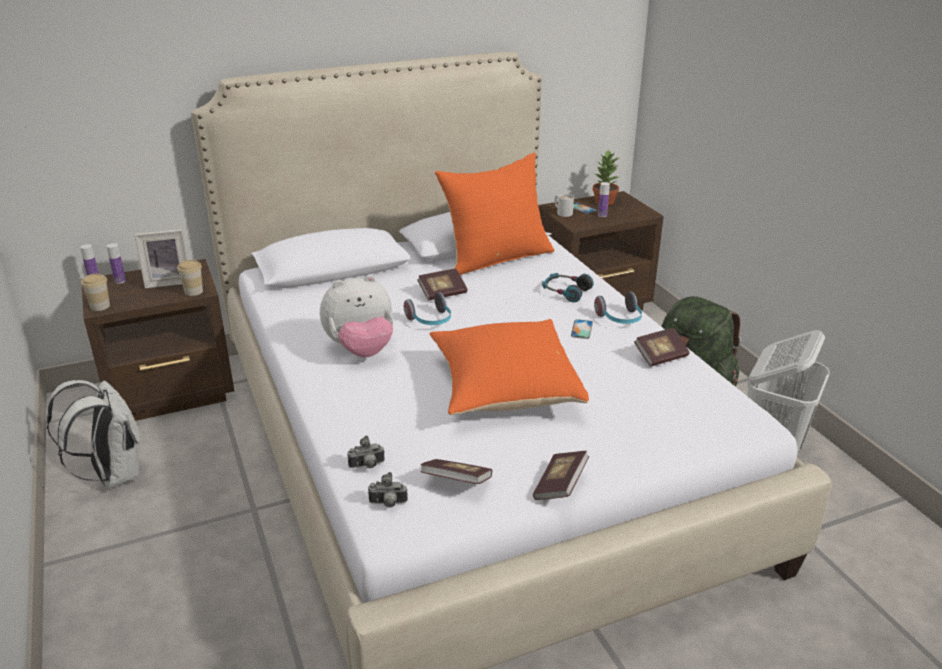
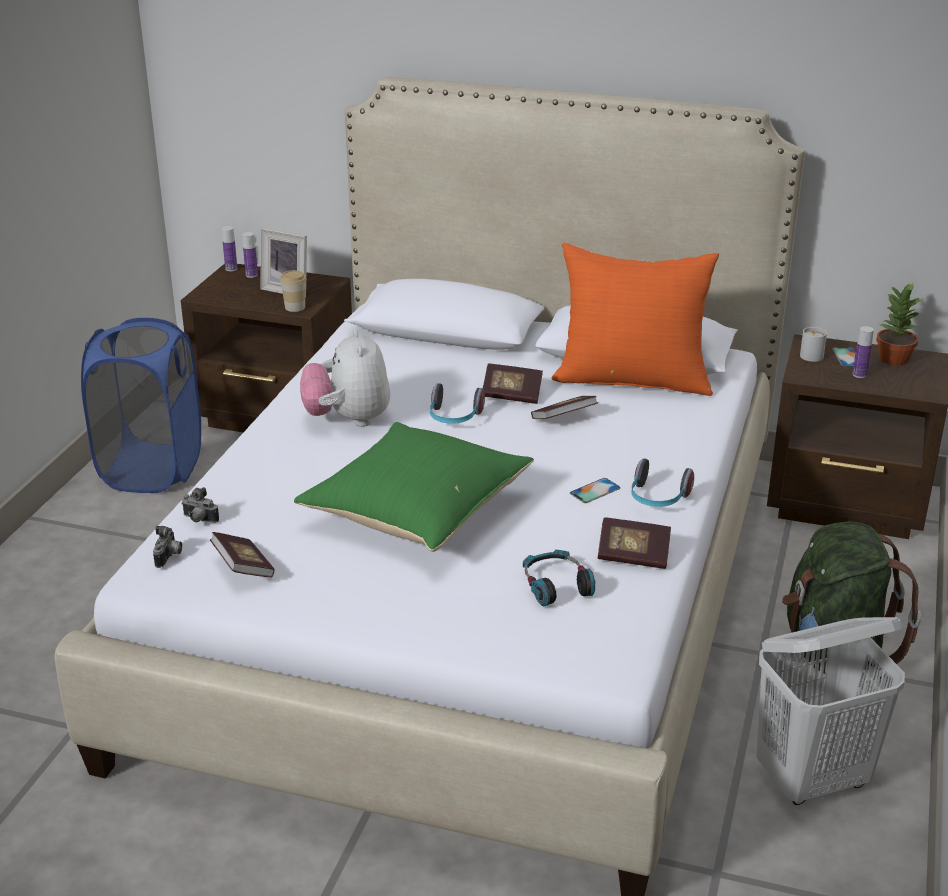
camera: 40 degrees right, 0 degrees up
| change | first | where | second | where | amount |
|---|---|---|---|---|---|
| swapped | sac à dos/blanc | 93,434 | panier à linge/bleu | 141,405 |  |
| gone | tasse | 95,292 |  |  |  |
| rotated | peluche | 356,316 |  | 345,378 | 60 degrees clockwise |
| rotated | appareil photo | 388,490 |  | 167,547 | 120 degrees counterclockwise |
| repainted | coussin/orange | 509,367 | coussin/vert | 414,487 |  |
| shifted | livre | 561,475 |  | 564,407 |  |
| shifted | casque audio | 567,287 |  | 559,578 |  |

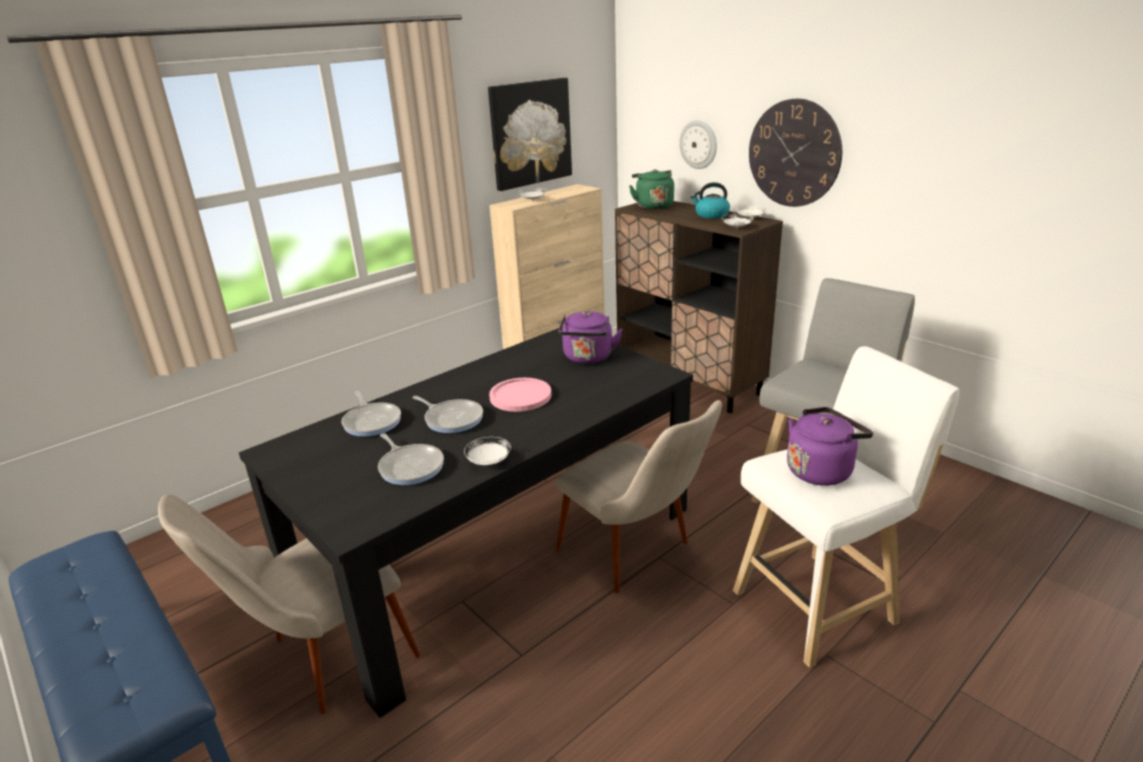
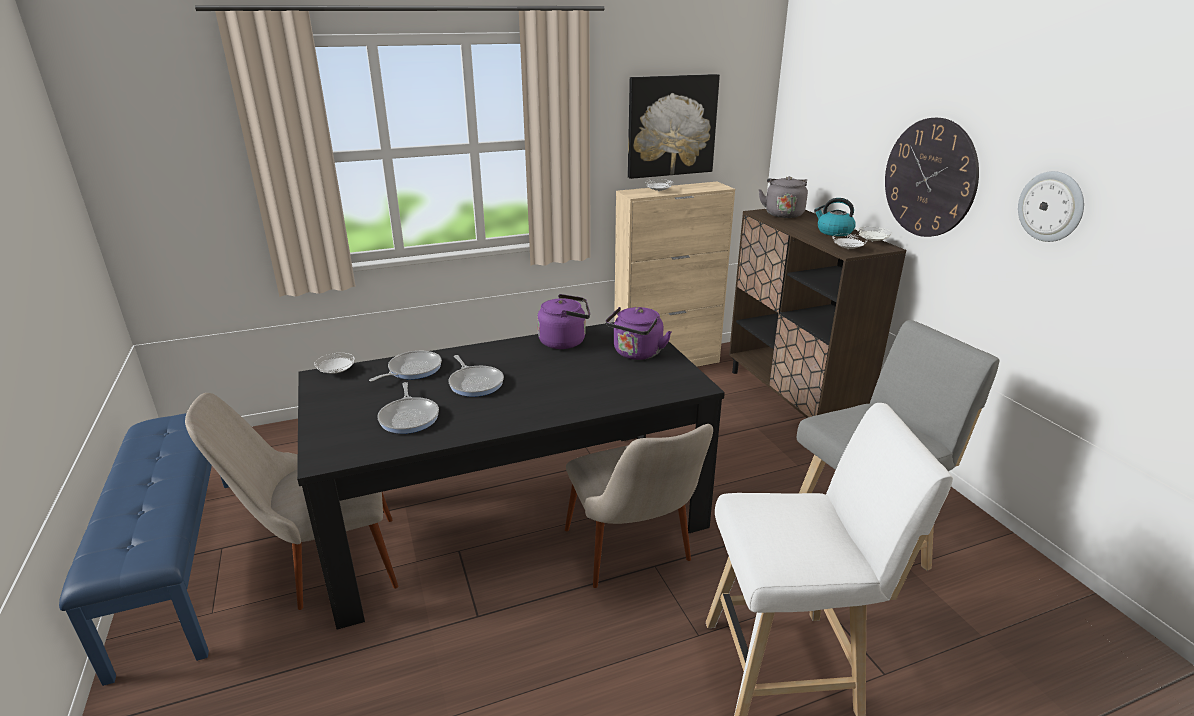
camera: 20 degrees right, 0 degrees up
| change | first | where | second | where | amount |
|---|---|---|---|---|---|
| rotated | poêle | 371,414 |  | 405,366 | 135 degrees counterclockwise |
| shifted | assiette/blanc | 487,451 |  | 334,363 |  |
| gone | assiette/rose | 520,395 |  |  |  |
| repainted | bouilloire/vert | 651,189 | bouilloire/gris | 783,197 |  |
| shifted | horloge murale | 698,144 |  | 1051,206 |  |
| shifted | bouilloire/violet | 830,446 |  | 563,321 |  |

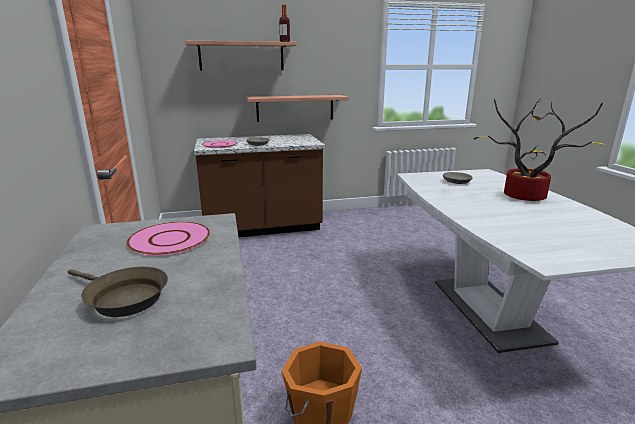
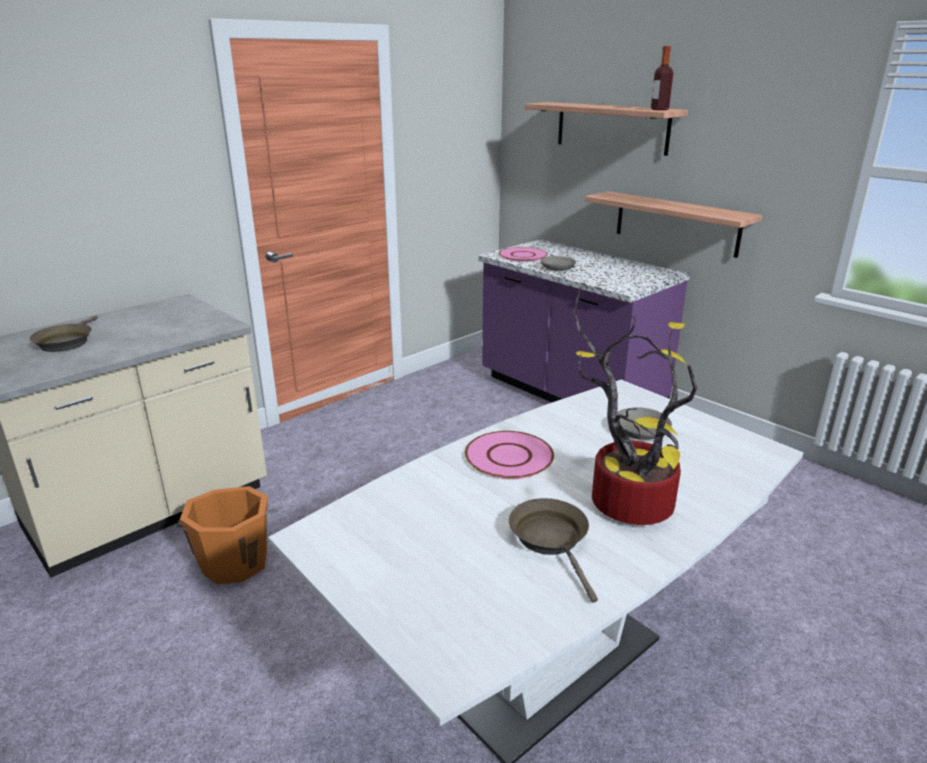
camera: 60 degrees right, 5 degrees up
| change | first | where | second | where | amount |
|---|---|---|---|---|---|
| shifted | assiette/rose | 168,239 |  | 509,455 |  |
| repainted | comptoir de cuisine/marron | 259,185 | comptoir de cuisine/violet | 584,320 |  |
| new |  |  | poêle/marron | 553,550 |  |

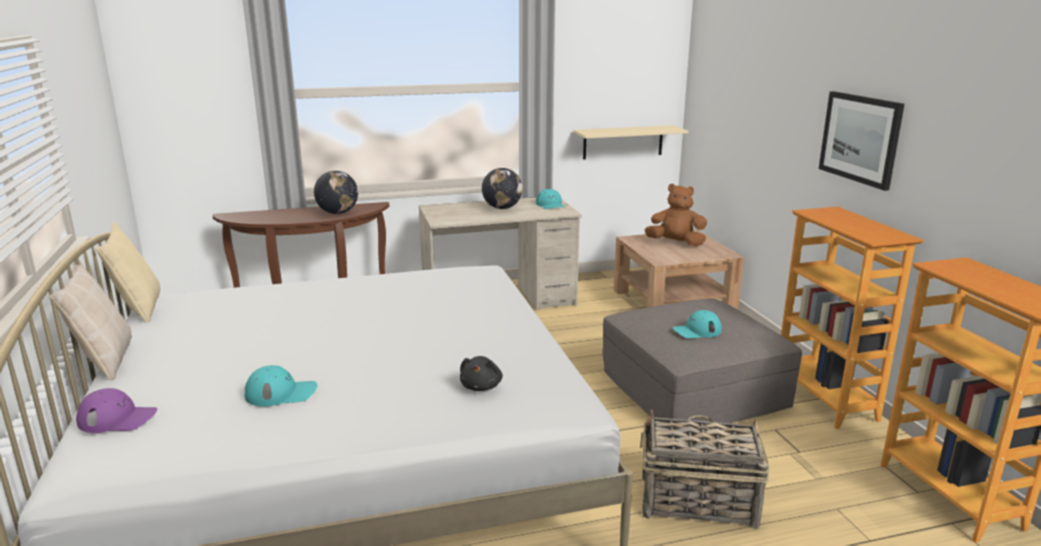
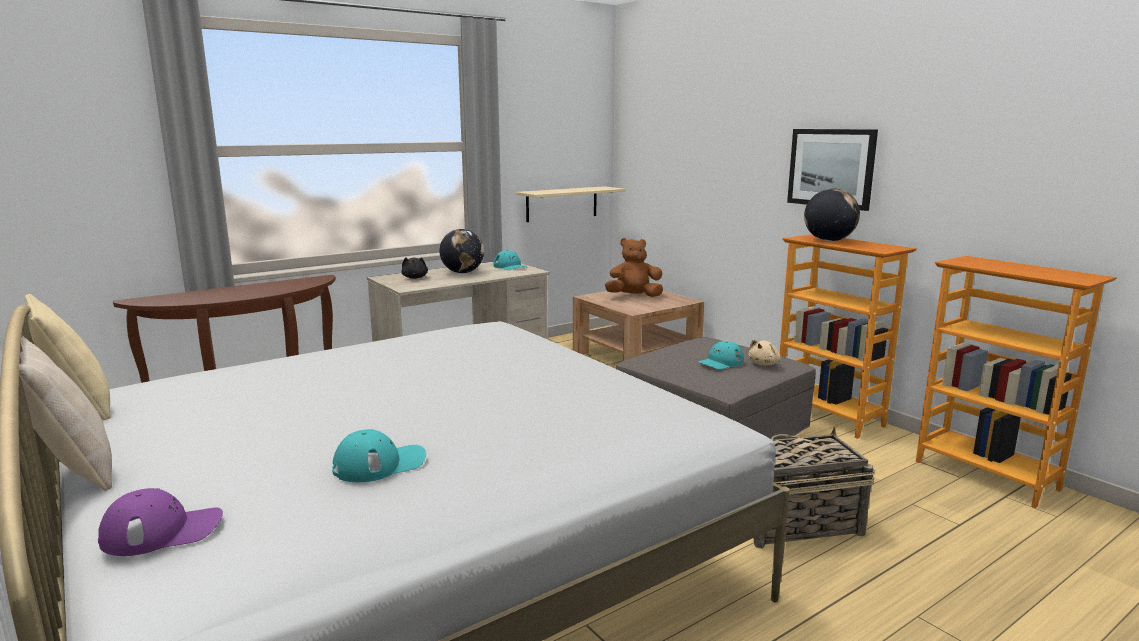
camera: 20 degrees left, 5 degrees down
| change | first | where | second | where | amount |
|---|---|---|---|---|---|
| shifted | globe | 336,192 |  | 832,214 |  |
| shifted | peluche/noir | 481,373 |  | 414,268 |  |
| new |  |  | peluche/beige | 764,352 |  |

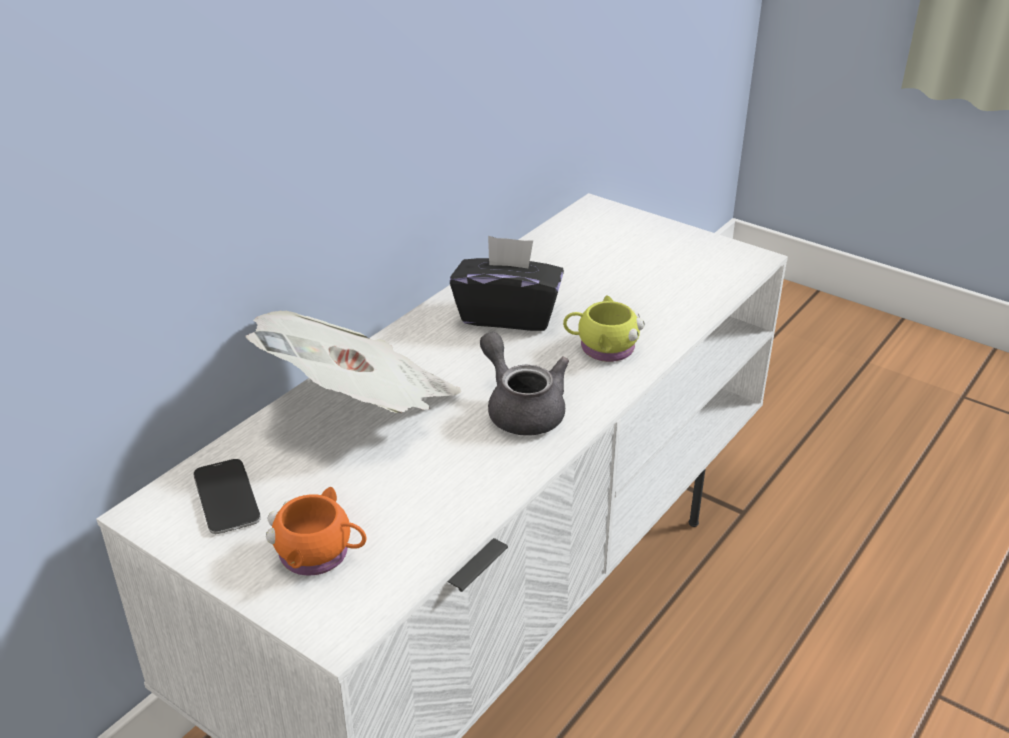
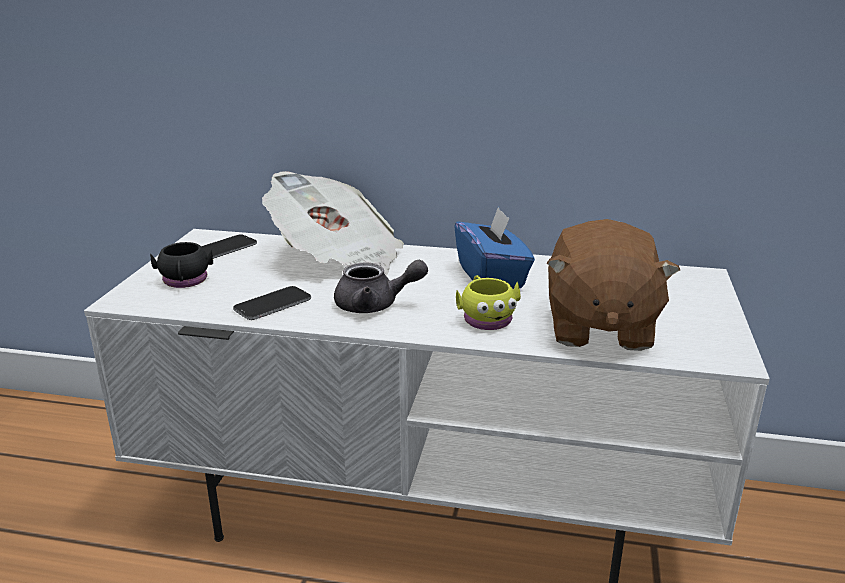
camera: 65 degrees right, 10 degrees down
| change | first | where | second | where | amount |
|---|---|---|---|---|---|
| repainted | mug/orange | 316,531 | mug/noir | 181,265 |  |
| repainted | boîte à mouchoirs/noir | 507,283 | boîte à mouchoirs/bleu | 494,247 |  |
| rotated | théière/gris | 524,384 |  | 381,286 | 60 degrees clockwise |
| new |  |  | téléphone | 272,303 |  |
| new |  |  | peluche/marron | 613,285 |  |

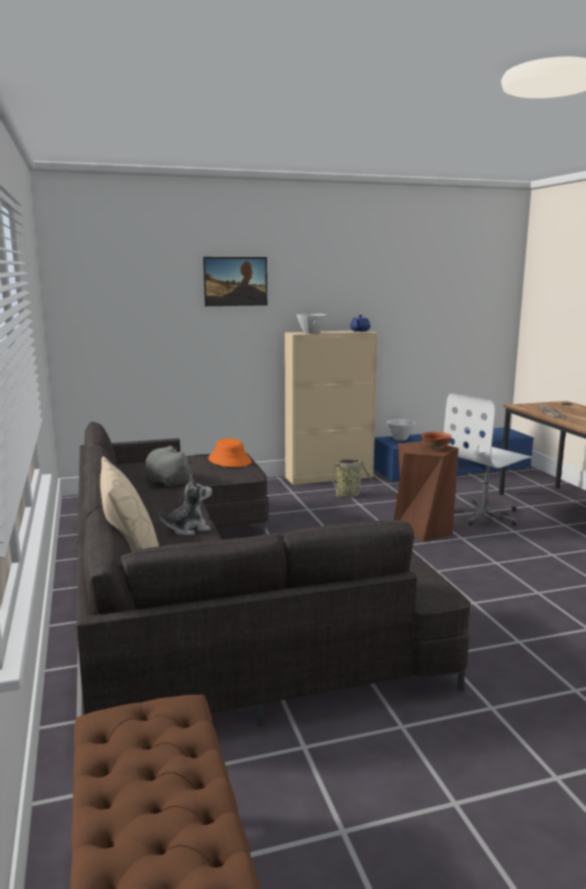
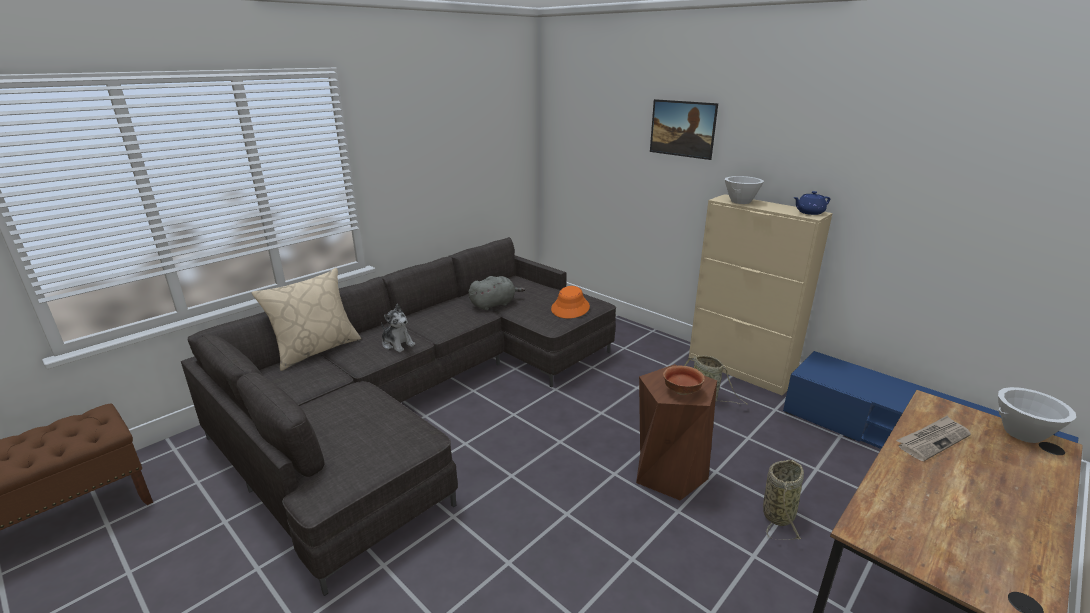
camera: 60 degrees right, 10 degrees up
| change | first | where | second | where | amount |
|---|---|---|---|---|---|
| rotated | peluche/gris | 169,466 |  | 497,293 | 45 degrees clockwise |
| shifted | bol/blanc | 401,429 |  | 1037,415 |  |
| swapped | chaise de bureau/blanc | 488,459 | panier | 783,500 |  |

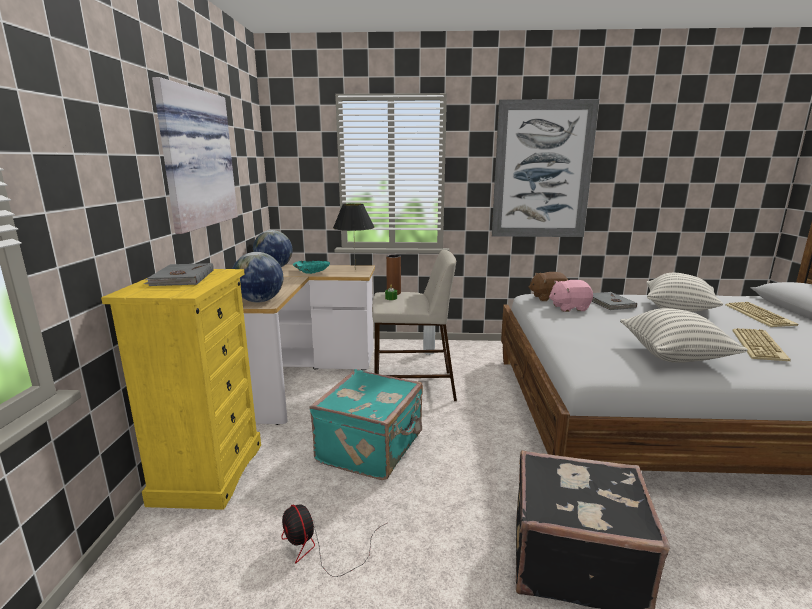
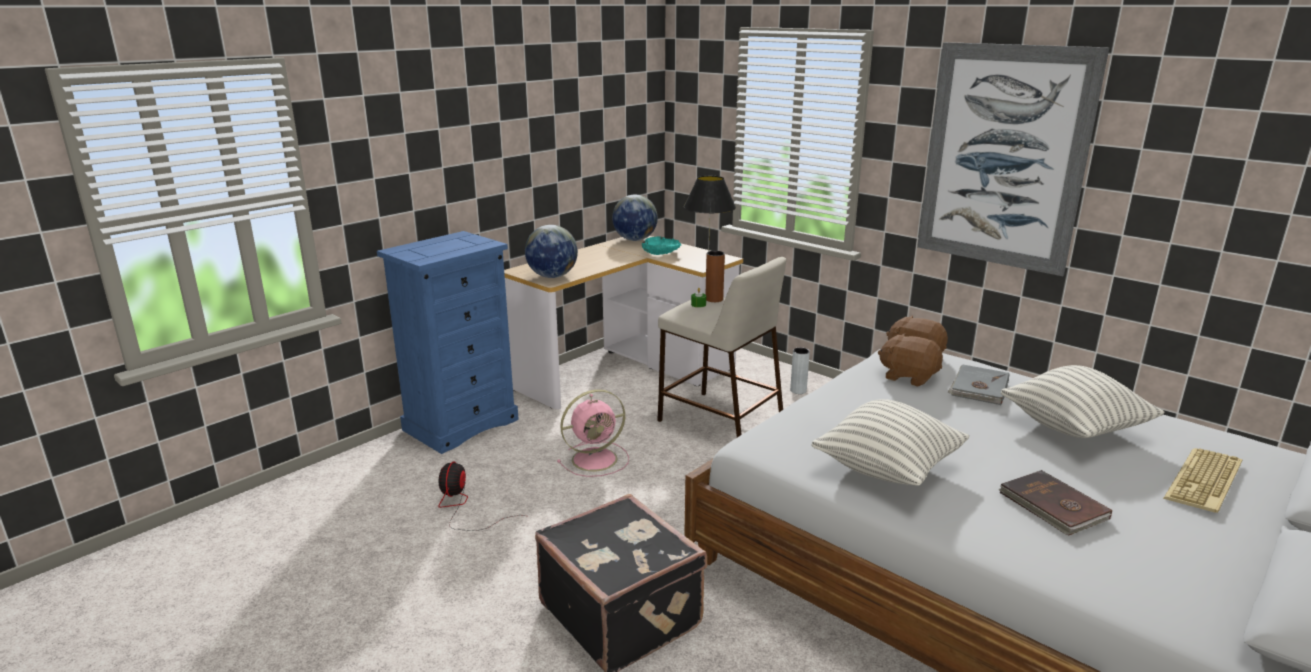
camera: 40 degrees right, 5 degrees up
| change | first | where | second | where | amount |
|---|---|---|---|---|---|
| repainted | commode/jaune | 181,389 | commode/bleu | 448,342 |  |
| gone | livre/gris | 179,274 |  |  |  |
| gone | tableau | 195,155 |  |  |  |
| swapped | valise/turquoise | 366,424 | ventilateur/rose | 593,433 |  |
| repainted | peluche/rose | 571,296 | peluche/marron | 910,360 |  |
| swapped | clavier | 761,344 | livre/marron | 1055,503 |  |

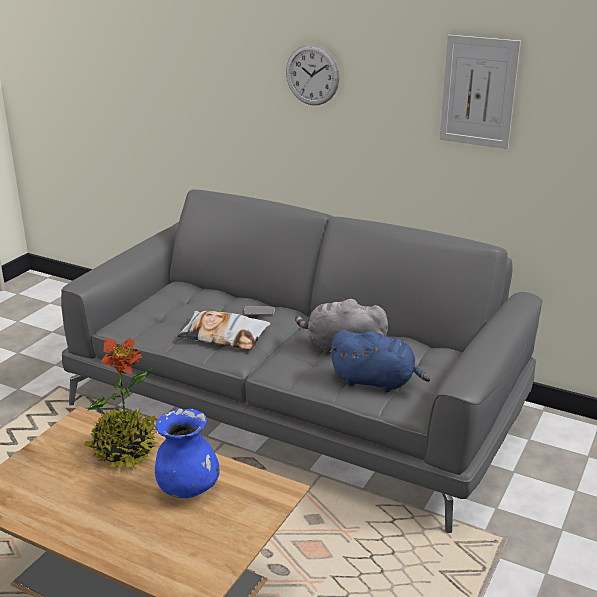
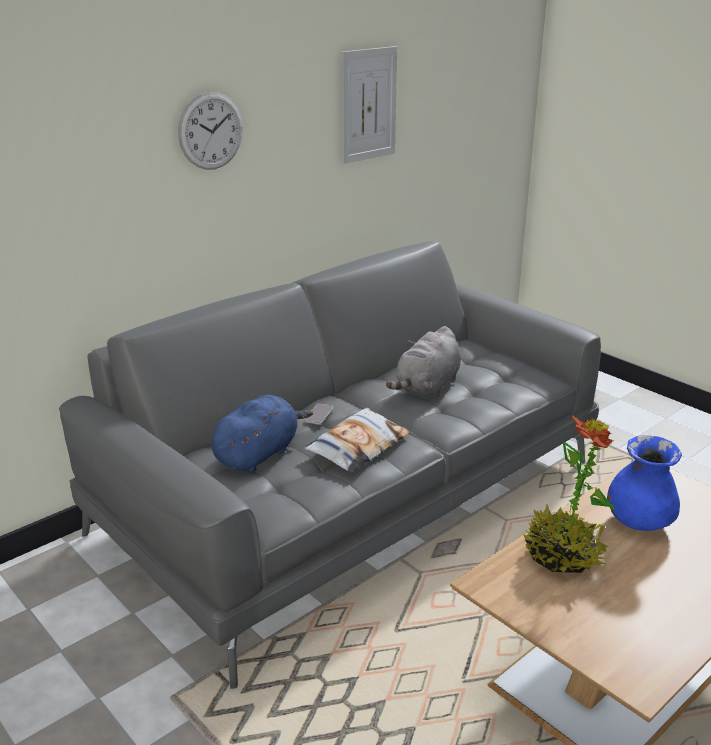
camera: 70 degrees left, 0 degrees up
| change | first | where | second | where | amount |
|---|---|---|---|---|---|
| shifted | peluche/bleu | 380,361 |  | 262,434 |  |

